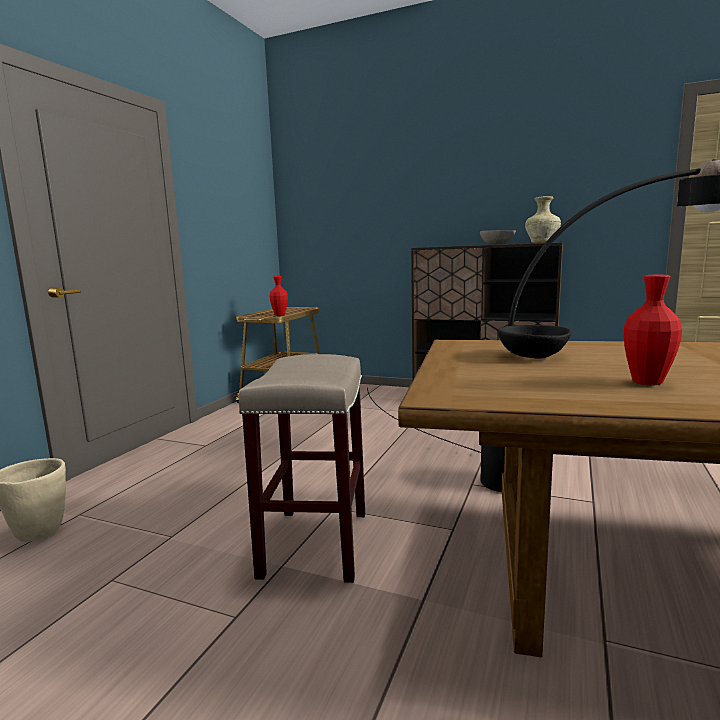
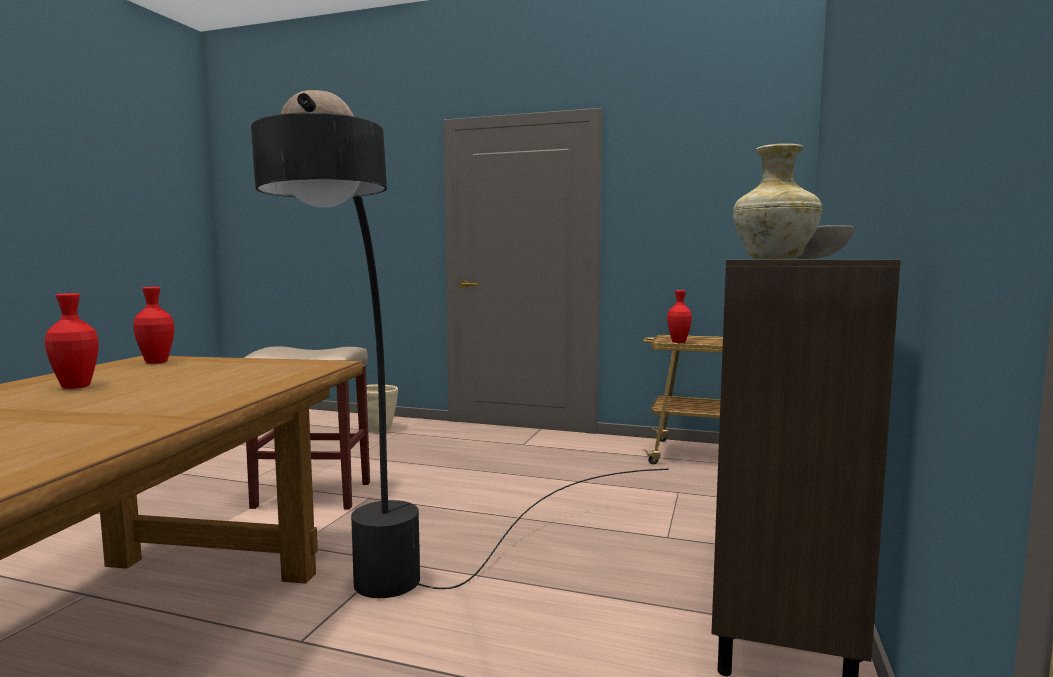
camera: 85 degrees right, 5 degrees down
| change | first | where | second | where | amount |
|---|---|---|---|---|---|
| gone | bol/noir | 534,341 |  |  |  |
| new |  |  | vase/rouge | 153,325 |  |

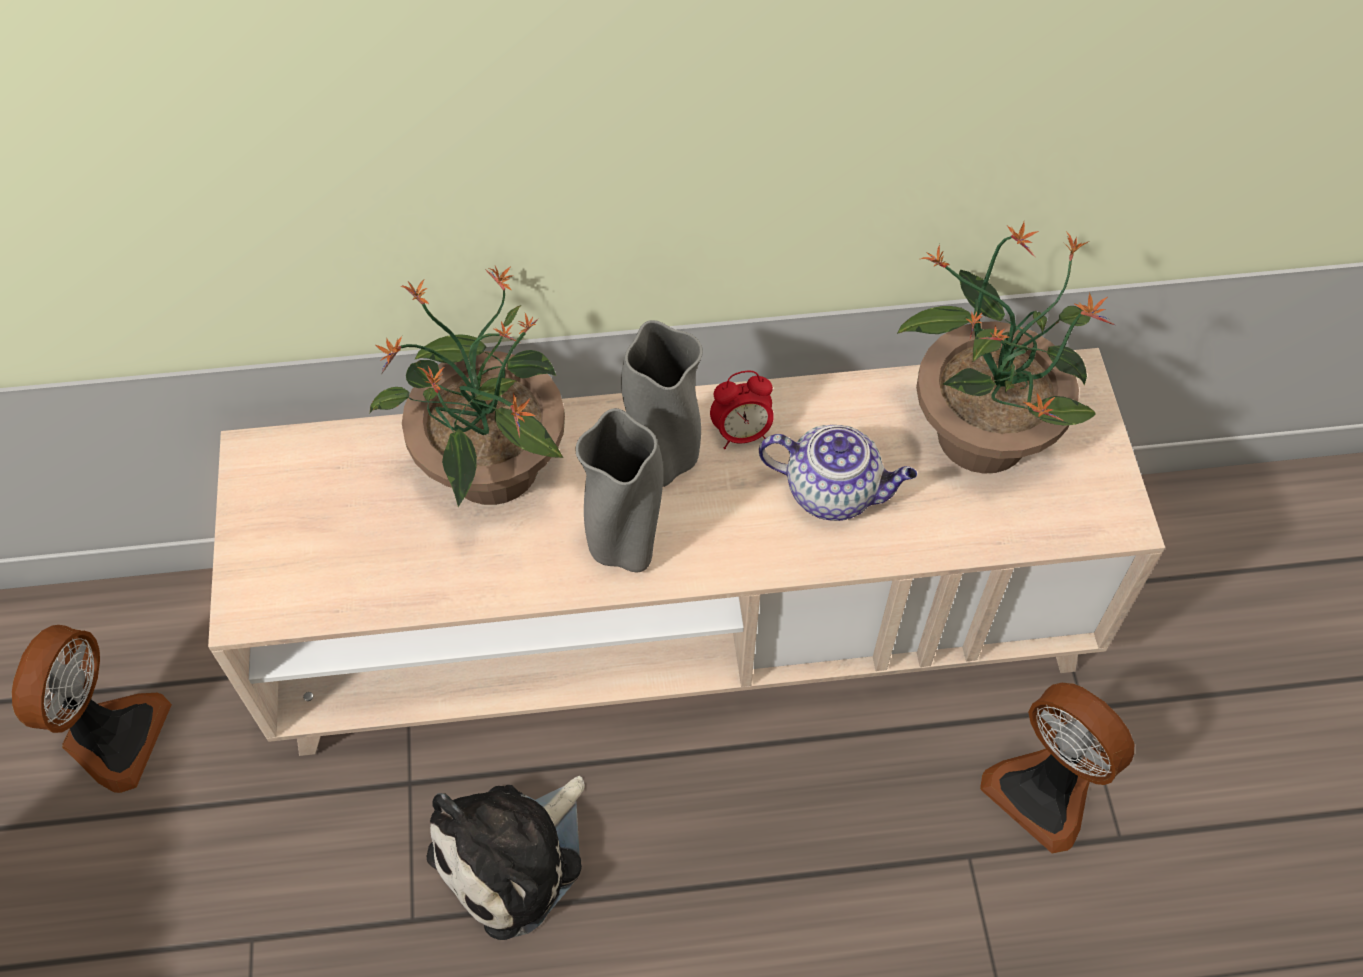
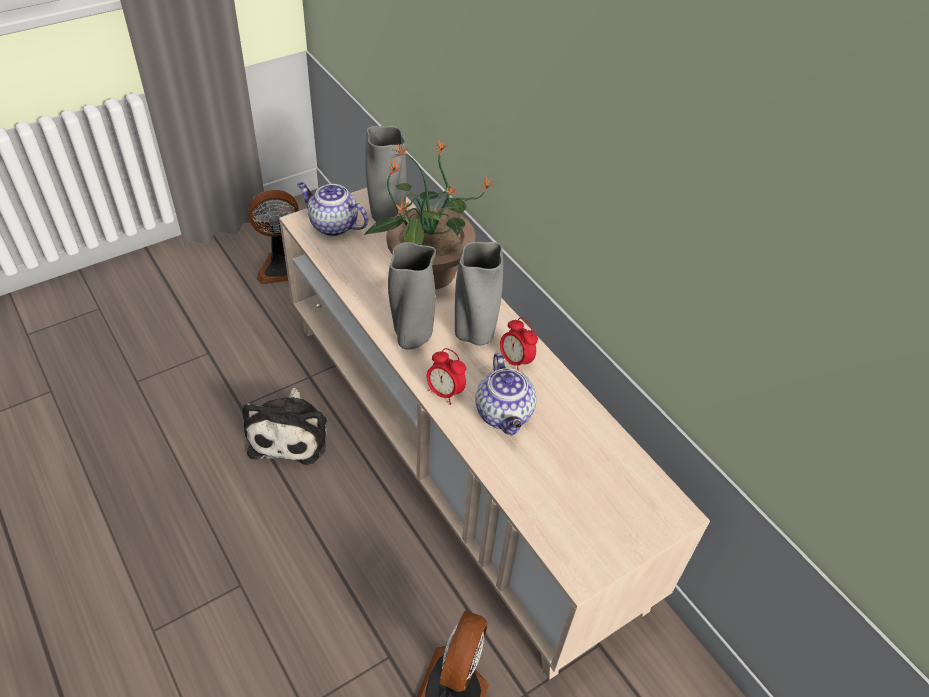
camera: 60 degrees right, 10 degrees down
| change | first | where | second | where | amount |
|---|---|---|---|---|---|
| rotated | peluche | 506,858 |  | 284,426 | 105 degrees counterclockwise |
| gone | plante en pot | 1006,348 |  |  |  |
| new |  |  | théière | 332,209 |  |
| new |  |  | vase/gris | 386,174 |  |
| new |  |  | réveil | 446,376 |  |

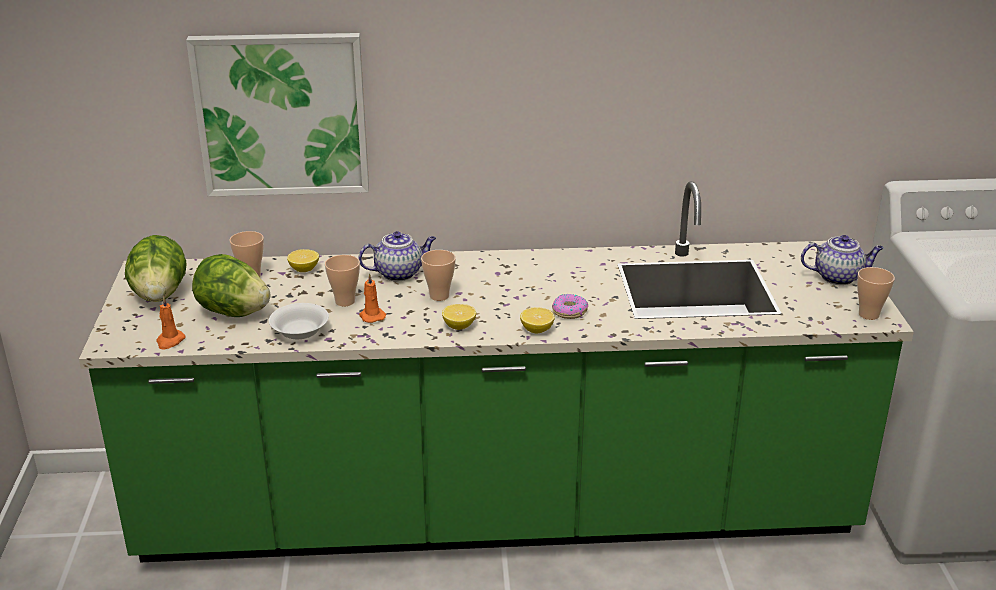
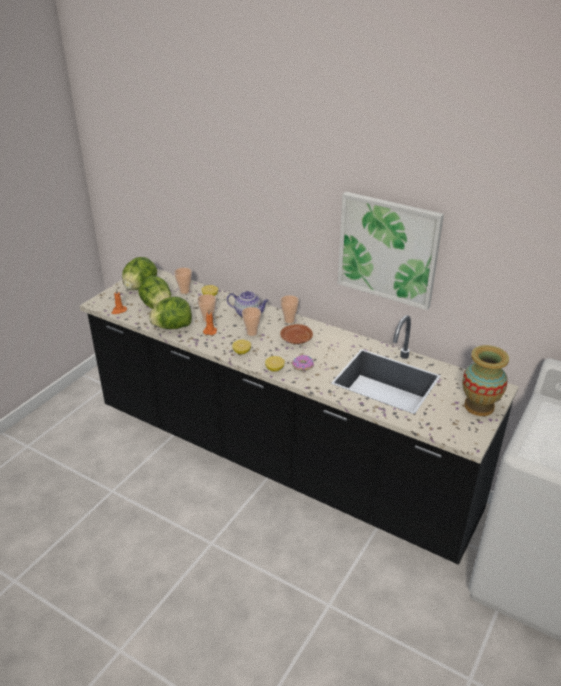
camera: 35 degrees right, 5 degrees up
| change | first | where | second | where | amount |
|---|---|---|---|---|---|
| repainted | comptoir de cuisine/vert | 496,371 | comptoir de cuisine/noir | 299,417 |  |
| shifted | tableau | 277,115 |  | 391,251 |  |
| swapped | bol/blanc | 299,321 | laitue | 170,313 |  |
| swapped | théière | 842,260 | vase | 485,380 |  |
| shifted | tasse | 876,293 |  | 289,309 |  |
| new |  |  | assiette/marron | 296,334 |  |

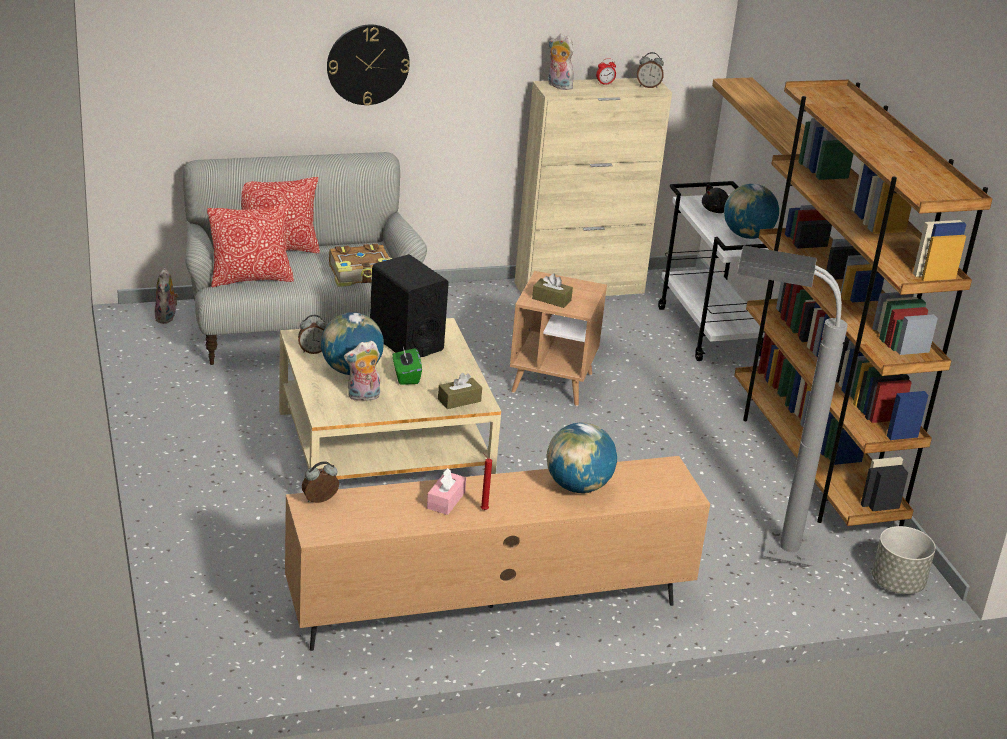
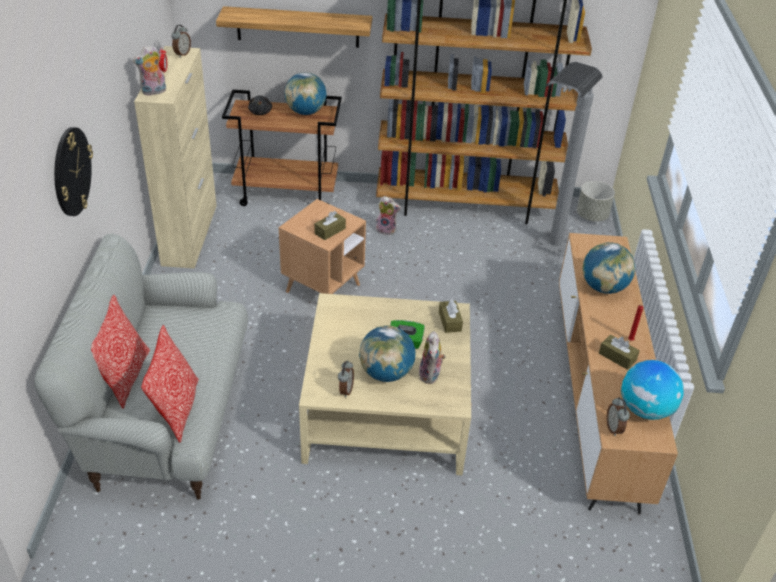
camera: 70 degrees left, 10 degrees up
| change | first | where | second | where | amount |
|---|---|---|---|---|---|
| shifted | peluche | 167,296 |  | 388,215 |  |
| gone | livre | 360,265 |  |  |  |
| gone | enceinte/noir | 409,305 |  |  |  |
| repainted | boîte à mouchoirs/rose | 446,491 | boîte à mouchoirs/marron | 619,352 |  |
| repainted | chariot/blanc | 716,271 | chariot/marron | 282,148 |  |
| new |  |  | globe | 652,390 |  |

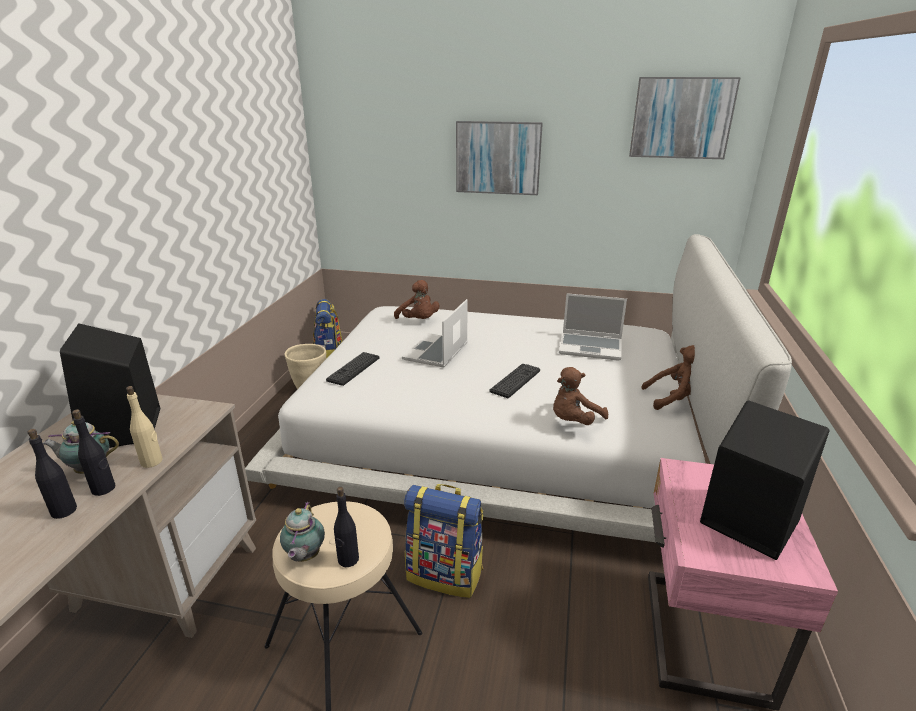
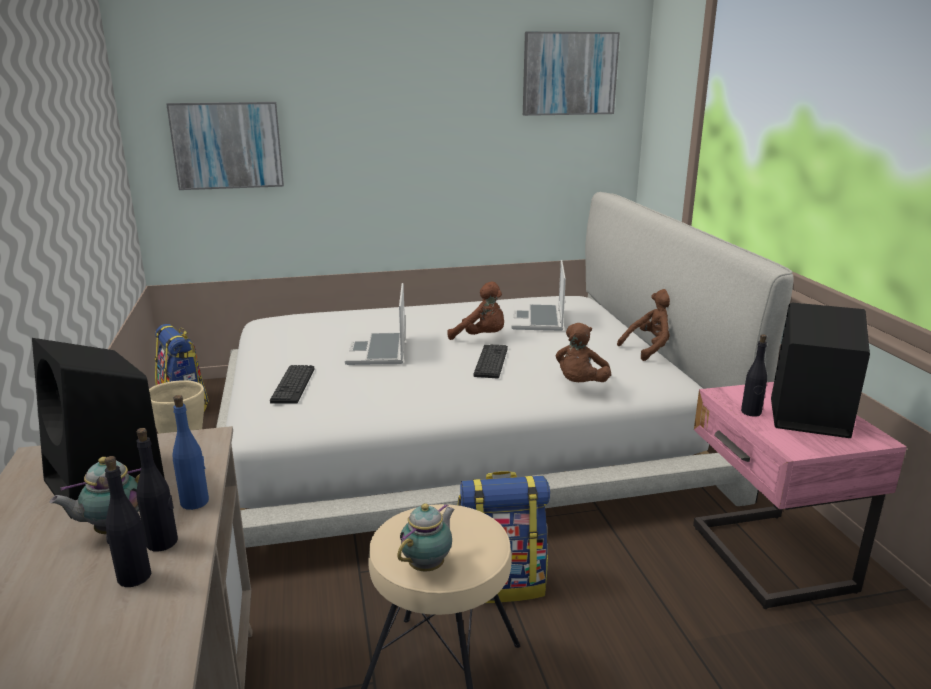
camera: 25 degrees left, 5 degrees down
| change | first | where | second | where | amount |
|---|---|---|---|---|---|
| repainted | bouteille/beige | 144,427 | bouteille/bleu | 191,452 |  |
| rotated | théière | 302,532 |  | 426,537 | 120 degrees counterclockwise |
| shifted | bouteille/noir | 346,527 |  | 754,375 |  |
| shifted | peluche/marron | 417,299 |  | 475,311 |  |
| shifted | tableau | 499,158 |  | 225,146 |  |
| rotated | ordinateur portable | 593,327 |  | 539,295 | 105 degrees clockwise |

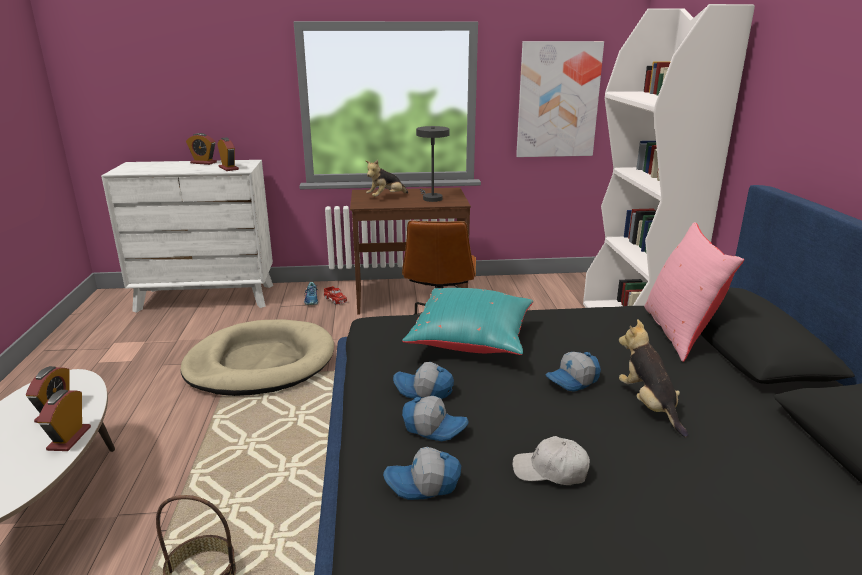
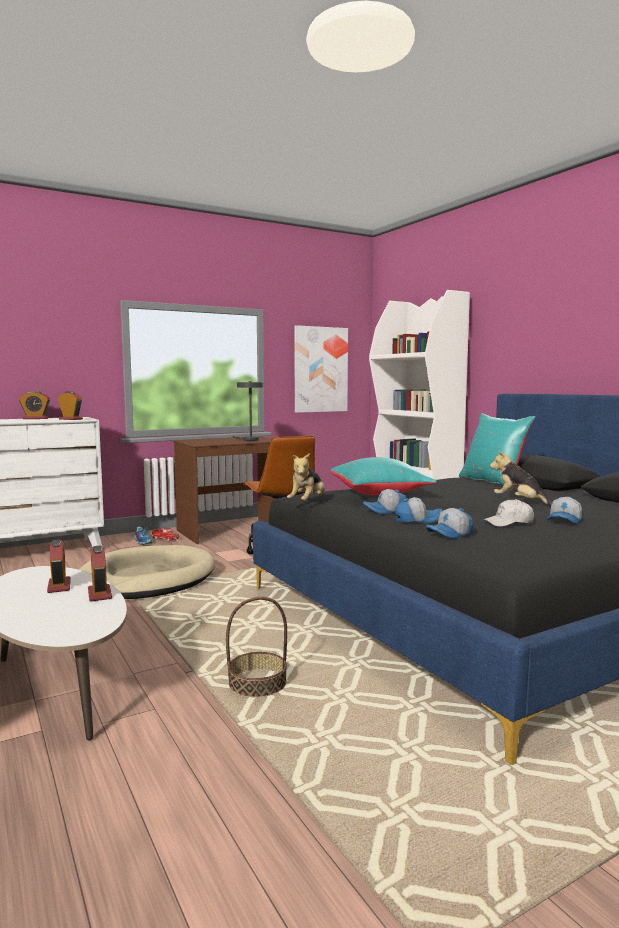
camera: 25 degrees left, 15 degrees down
| change | first | where | second | where | amount |
|---|---|---|---|---|---|
| shifted | peluche | 386,178 |  | 306,477 |  |
| shifted | casquette | 573,372 |  | 565,511 |  |
| repainted | coussin/rose | 694,292 | coussin/turquoise | 497,449 |  |

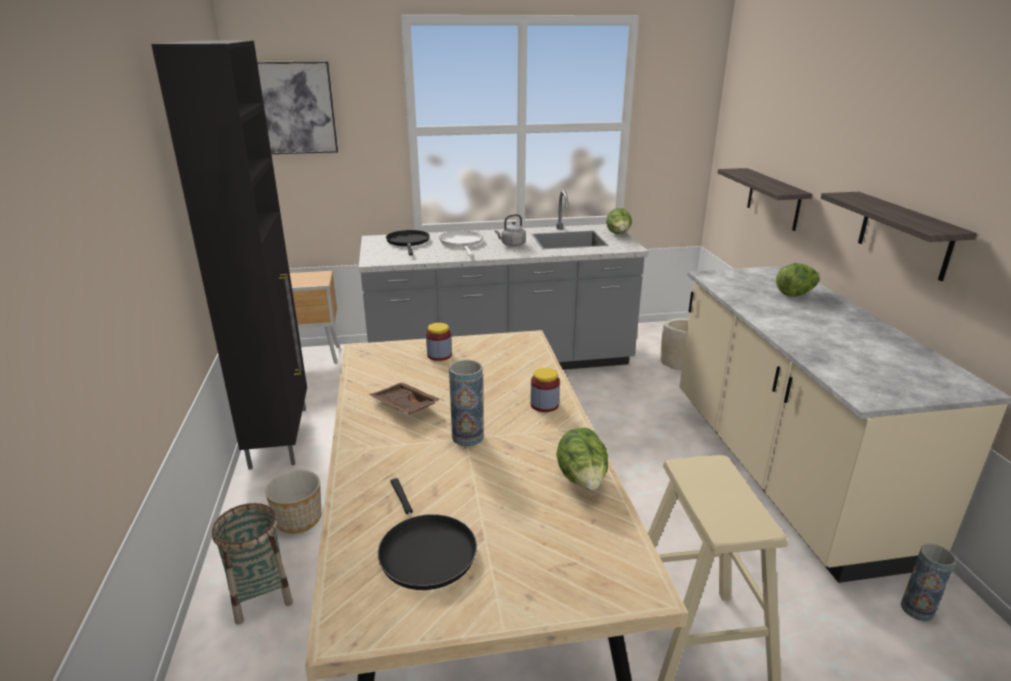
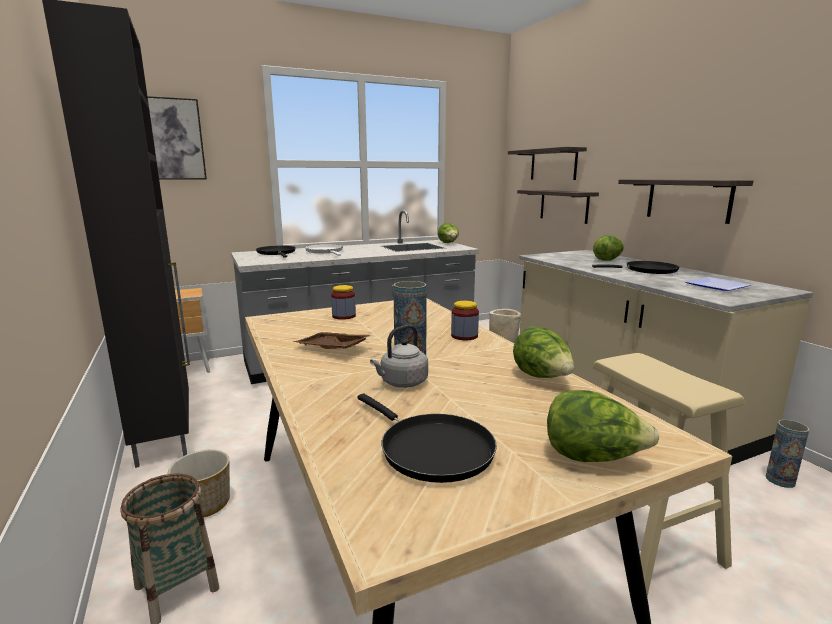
camera: 15 degrees left, 10 degrees down
| change | first | where | second | where | amount |
|---|---|---|---|---|---|
| shifted | bouilloire/gris | 510,230 |  | 399,356 |  |
| new |  |  | étagère | 547,163 |  |
| new |  |  | laitue | 603,426 |  |
| new |  |  | poêle/noir | 635,267 |  |
| new |  |  | assiette | 718,284 |  |

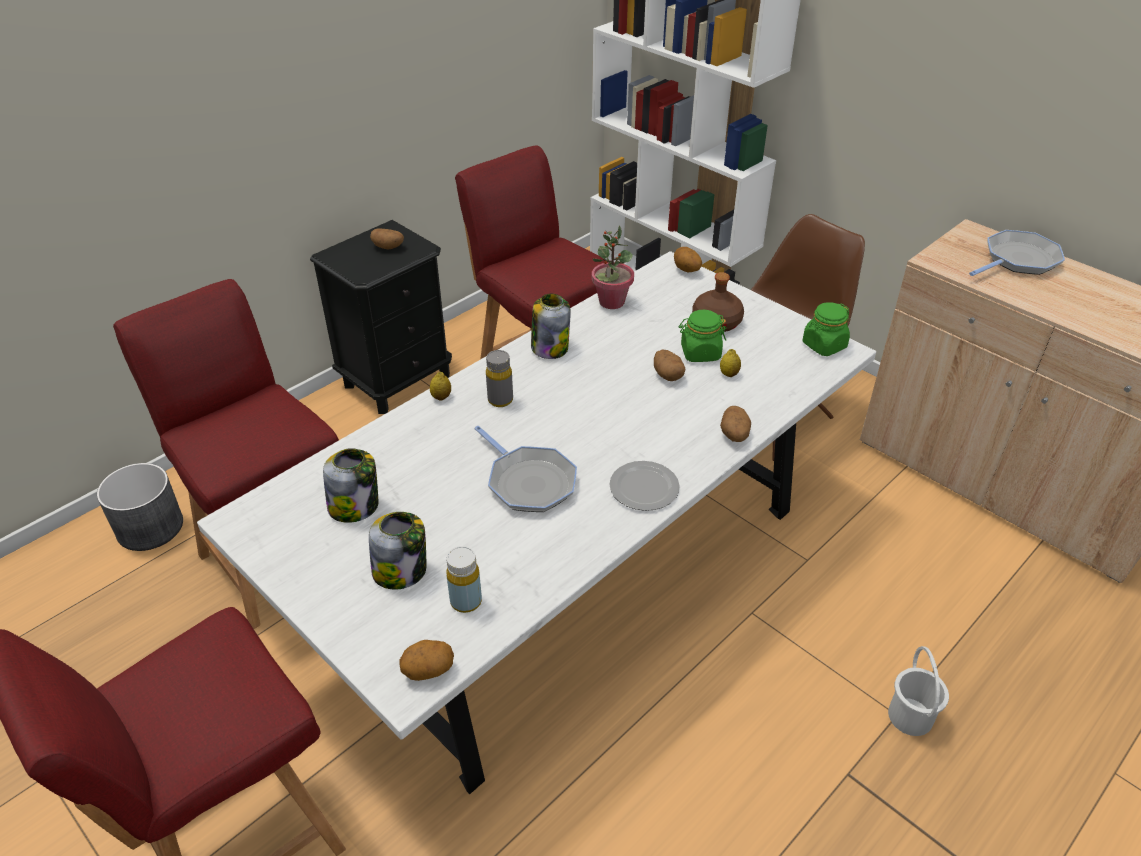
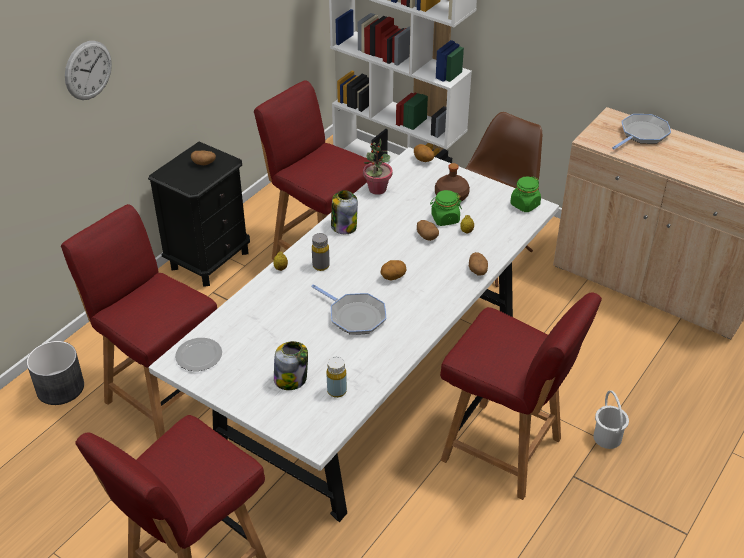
camera: 10 degrees left, 0 degrees up
| change | first | where | second | where | amount |
|---|---|---|---|---|---|
| gone | bocal | 350,485 |  |  |  |
| shifted | pomme de terre | 426,660 |  | 394,270 |  |
| shifted | assiette | 644,486 |  | 198,354 |  |
| new |  |  | horloge murale | 88,70 |  |
| new |  |  | chaise/rouge | 521,396 |  |

